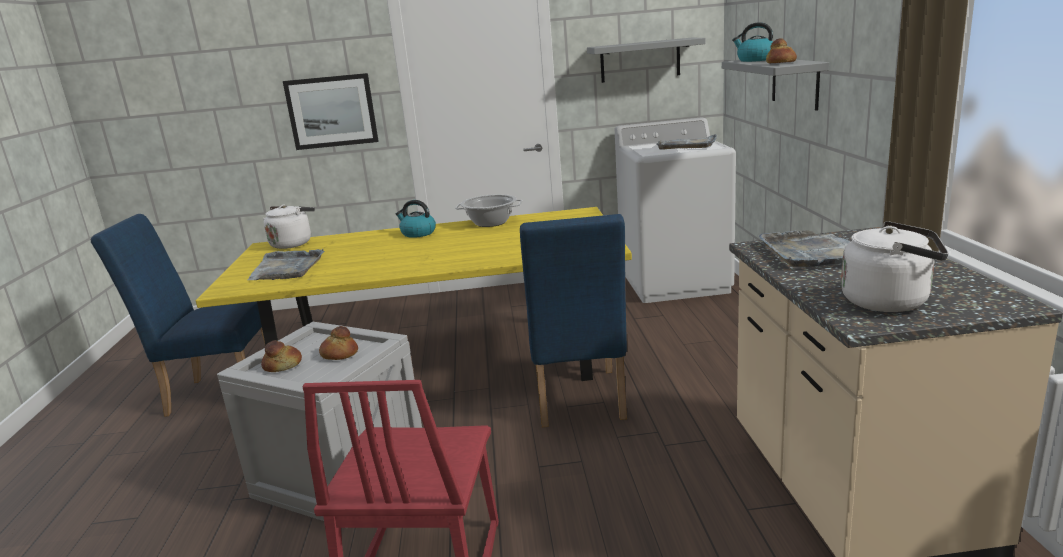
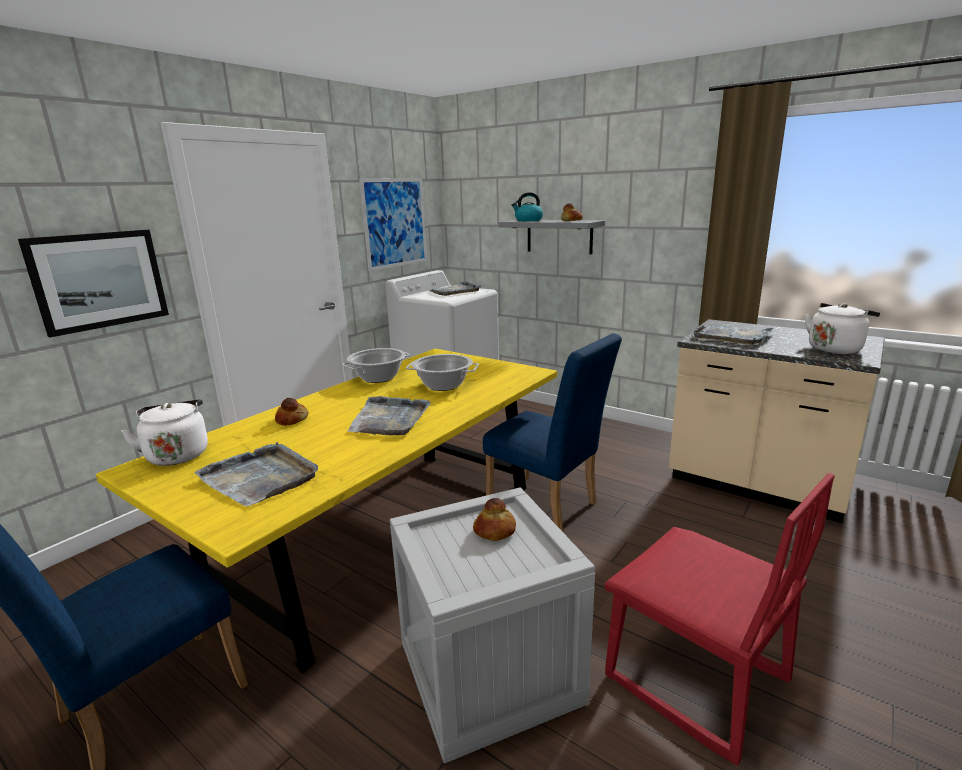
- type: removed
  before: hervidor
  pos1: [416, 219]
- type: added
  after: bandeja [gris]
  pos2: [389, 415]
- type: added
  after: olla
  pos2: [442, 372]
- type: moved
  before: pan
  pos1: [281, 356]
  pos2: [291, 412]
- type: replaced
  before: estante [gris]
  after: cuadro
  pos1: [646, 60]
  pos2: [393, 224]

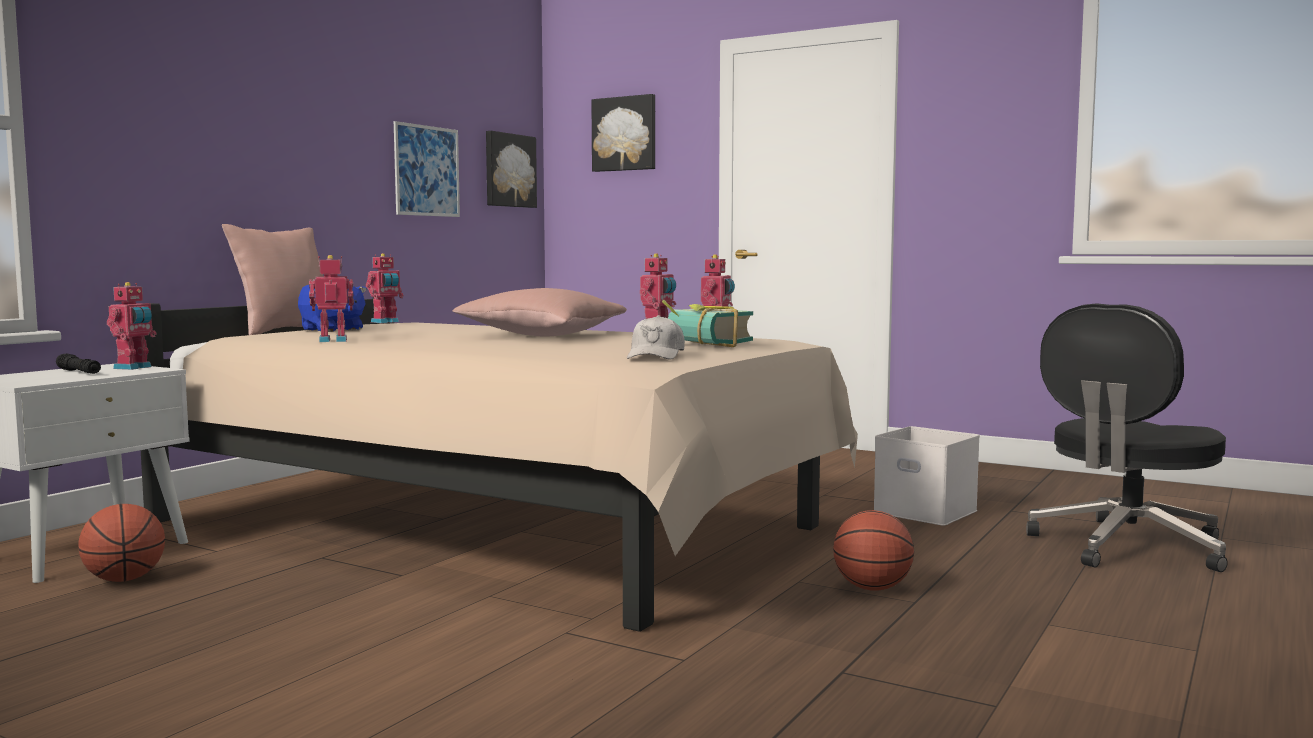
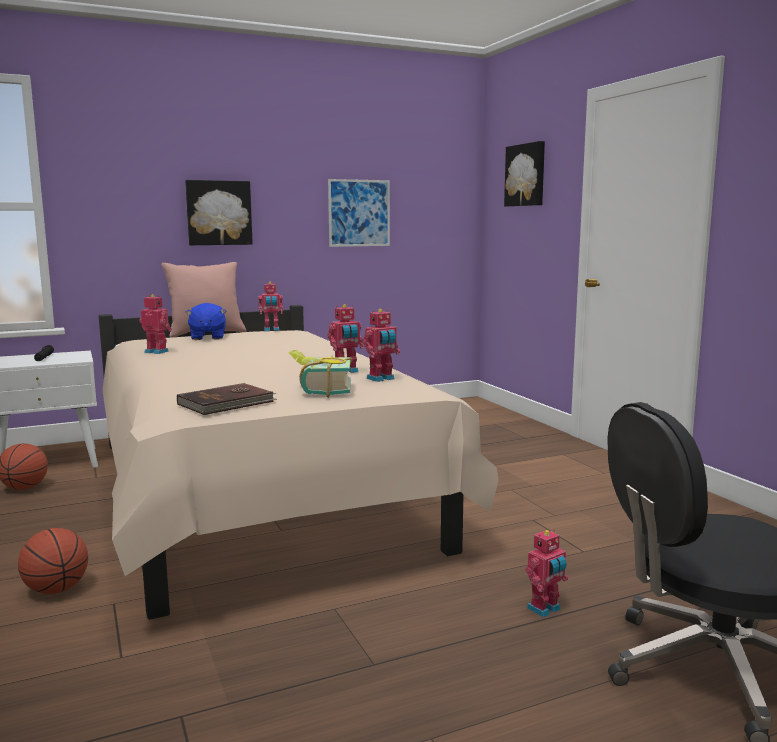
- type: removed
  before: cojín [rosa]
  pos1: [539, 312]
- type: removed
  before: caja de almacenaje [blanco]
  pos1: [927, 476]
- type: moved
  before: robot de juguete
  pos1: [132, 326]
  pos2: [547, 573]
- type: moved
  before: cuadro
  pos1: [511, 169]
  pos2: [219, 212]
- type: moved
  before: balón de baloncesto
  pos1: [873, 550]
  pos2: [53, 561]
- type: replaced
  before: gorra [blanco]
  after: libro [marrón]
  pos1: [656, 337]
  pos2: [227, 399]

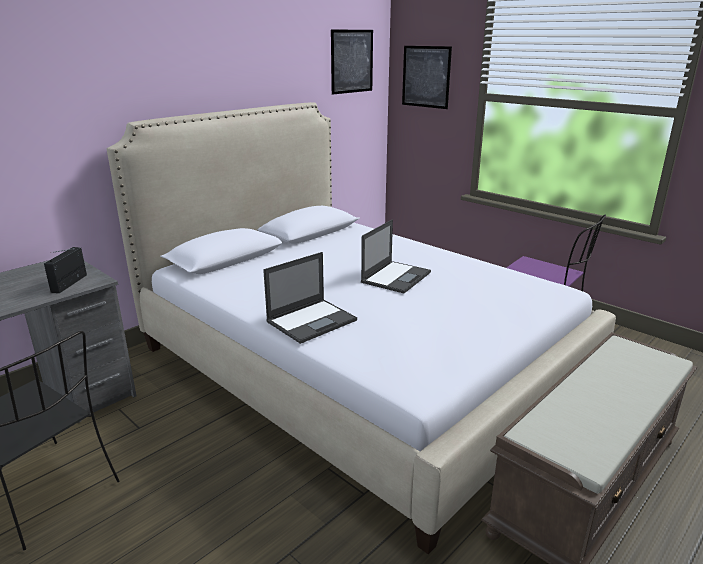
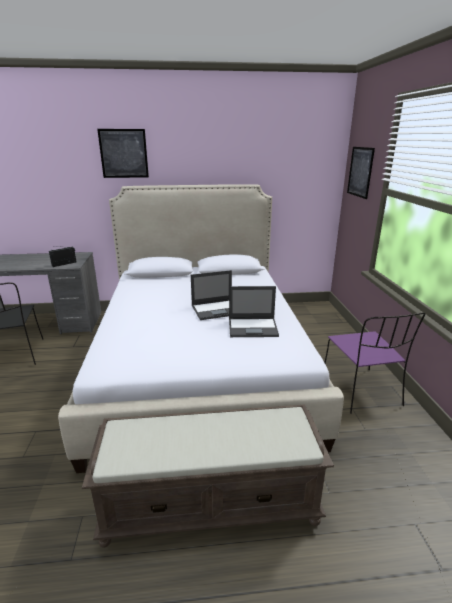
- type: moved
  before: portátil
  pos1: [310, 298]
  pos2: [254, 311]
- type: moved
  before: cuadro
  pos1: [352, 62]
  pos2: [123, 153]

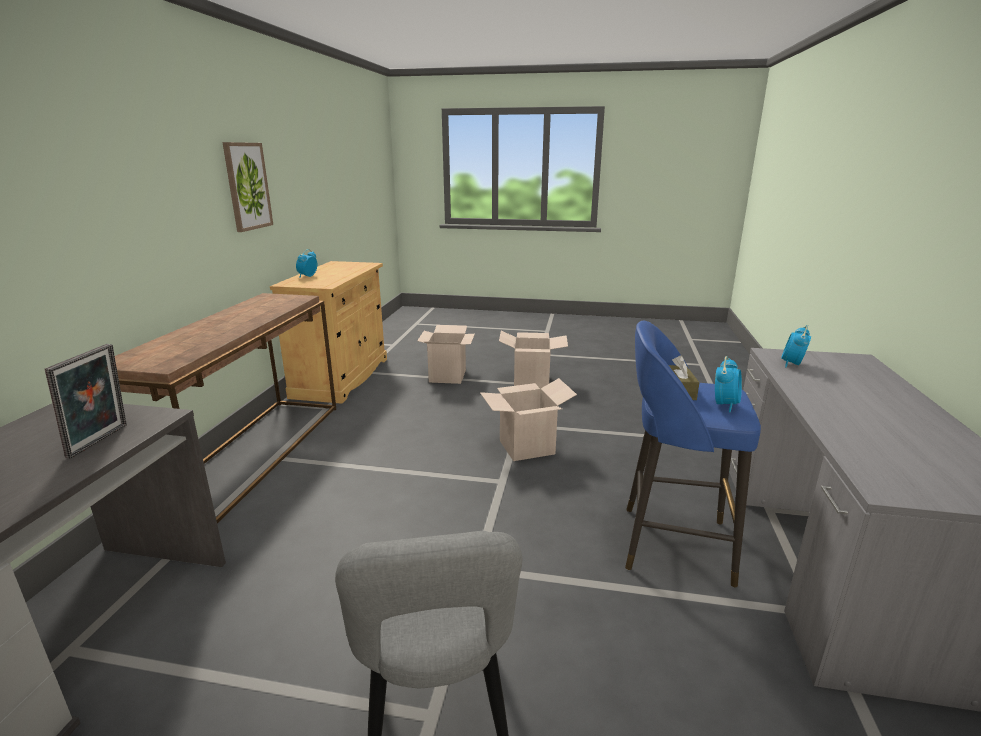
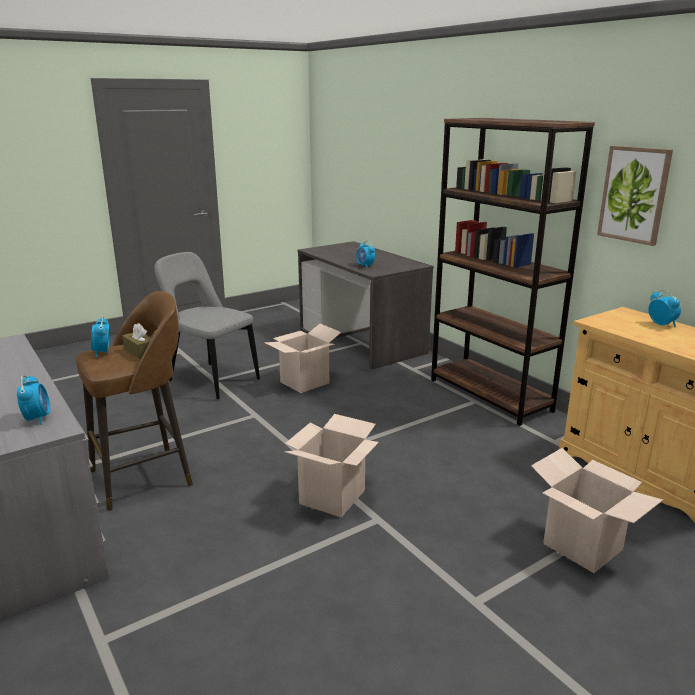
- type: moved
  before: caja de cartón
  pos1: [533, 360]
  pos2: [302, 358]
- type: replaced
  before: portarretratos
  after: despertador
  pos1: [86, 401]
  pos2: [365, 254]
- type: replaced
  before: mesa consola [marrón]
  after: estantería [marrón]
  pos1: [225, 408]
  pos2: [513, 272]
- type: recoloured
  before: taburete [azul]
  after: taburete [marrón]
  pos1: [693, 454]
  pos2: [134, 401]

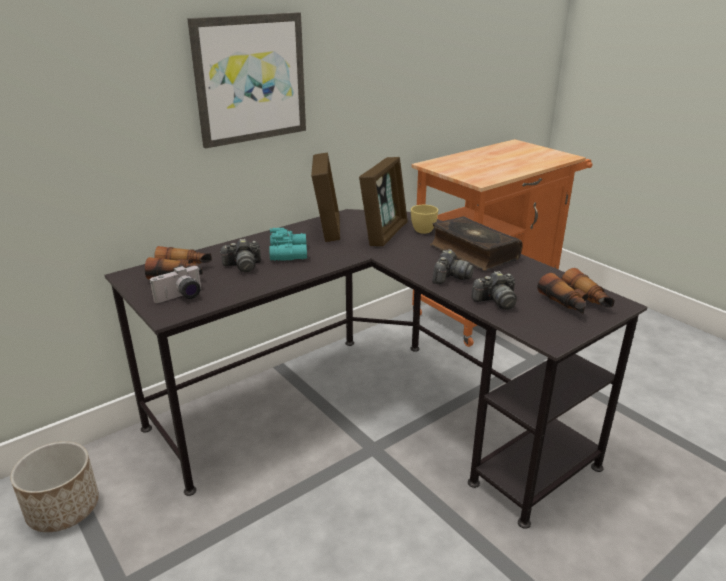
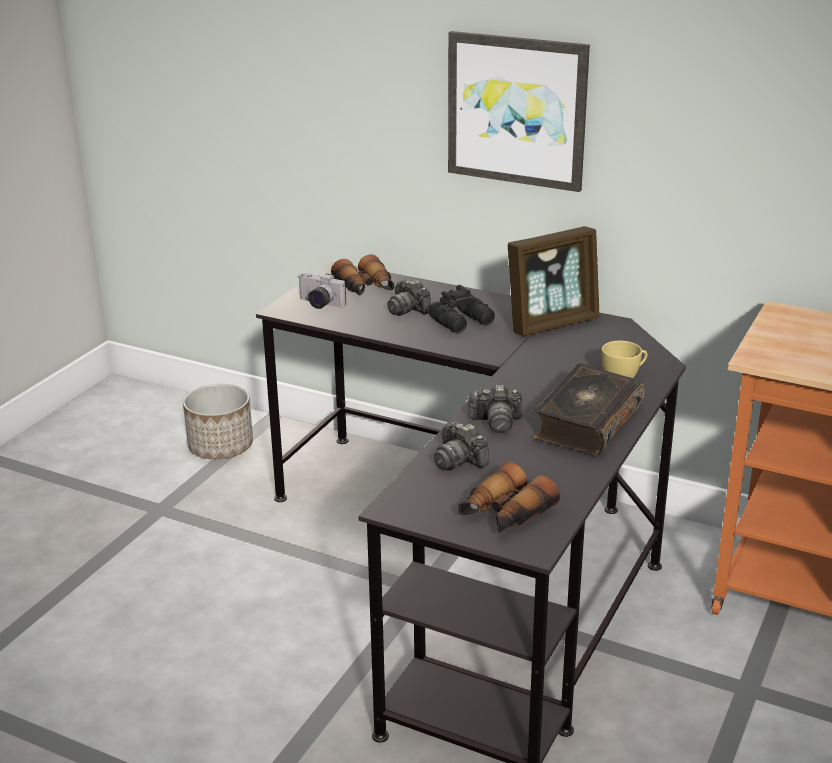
- type: removed
  before: portarretratos
  pos1: [383, 201]
- type: recoloured
  before: prismáticos [turquesa]
  after: prismáticos [negro]
  pos1: [288, 244]
  pos2: [462, 309]

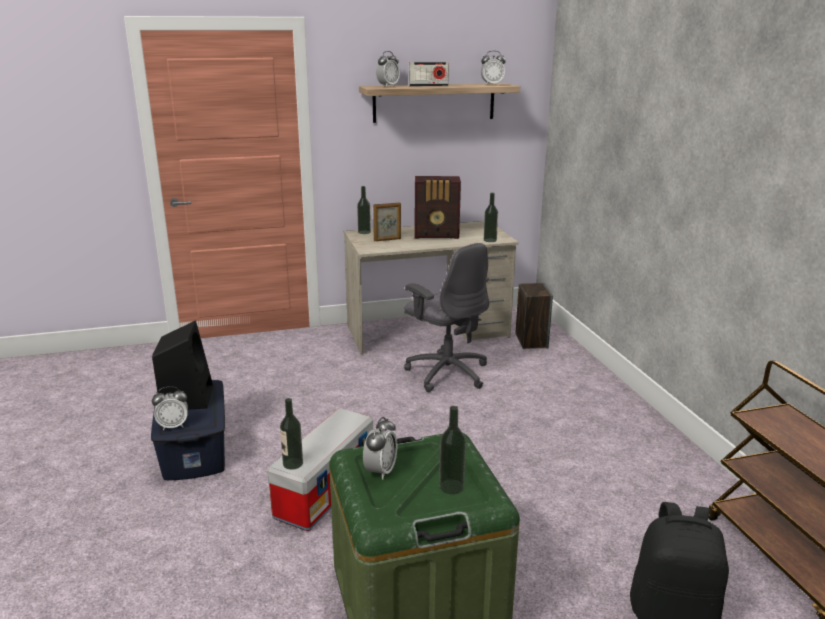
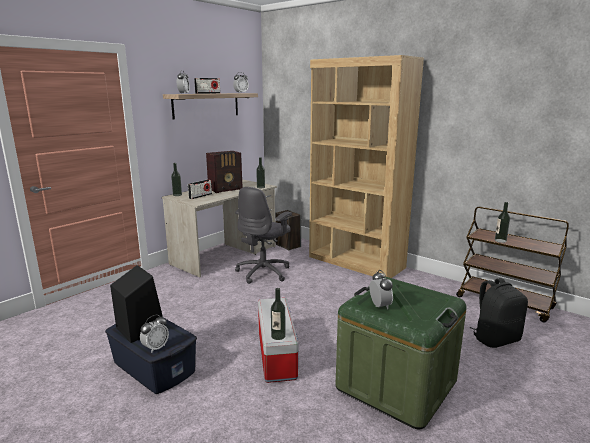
- type: added
  after: estantería [marrón]
  pos2: [366, 166]
- type: moved
  before: botella
  pos1: [452, 450]
  pos2: [502, 222]
- type: replaced
  before: portarretratos
  after: radio
  pos1: [387, 222]
  pos2: [200, 189]
- type: turned
  before: silla de oficina [gris]
  pos1: [446, 317]
  pos2: [263, 235]
  turn: 105

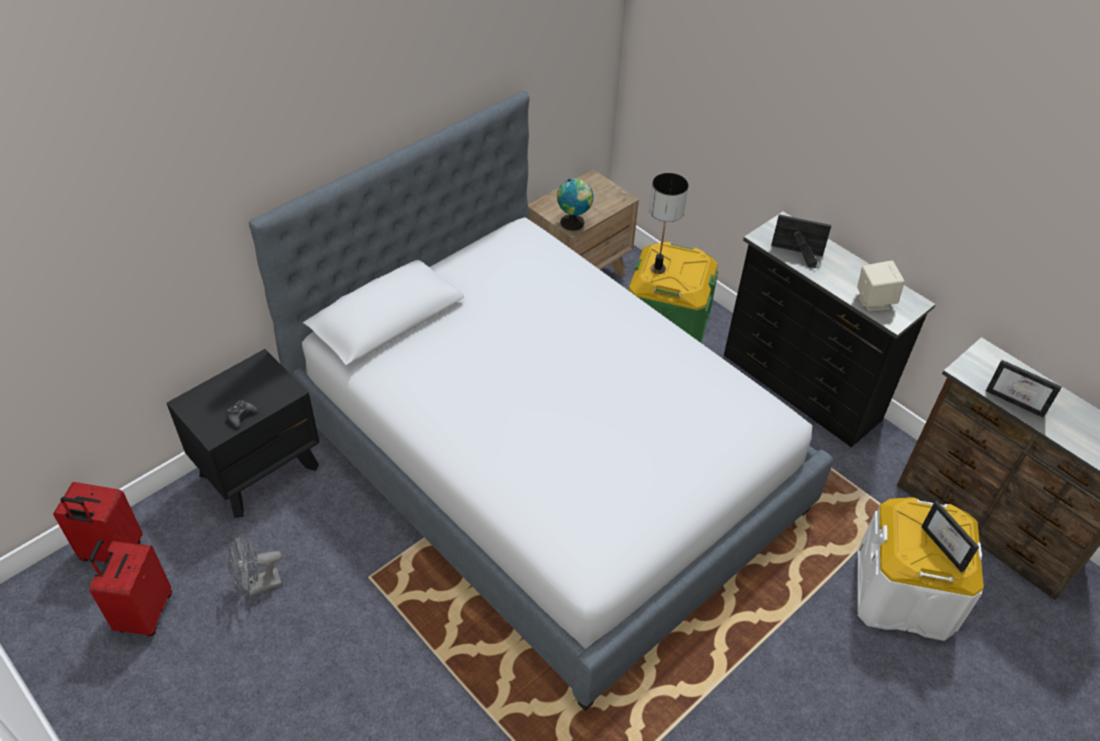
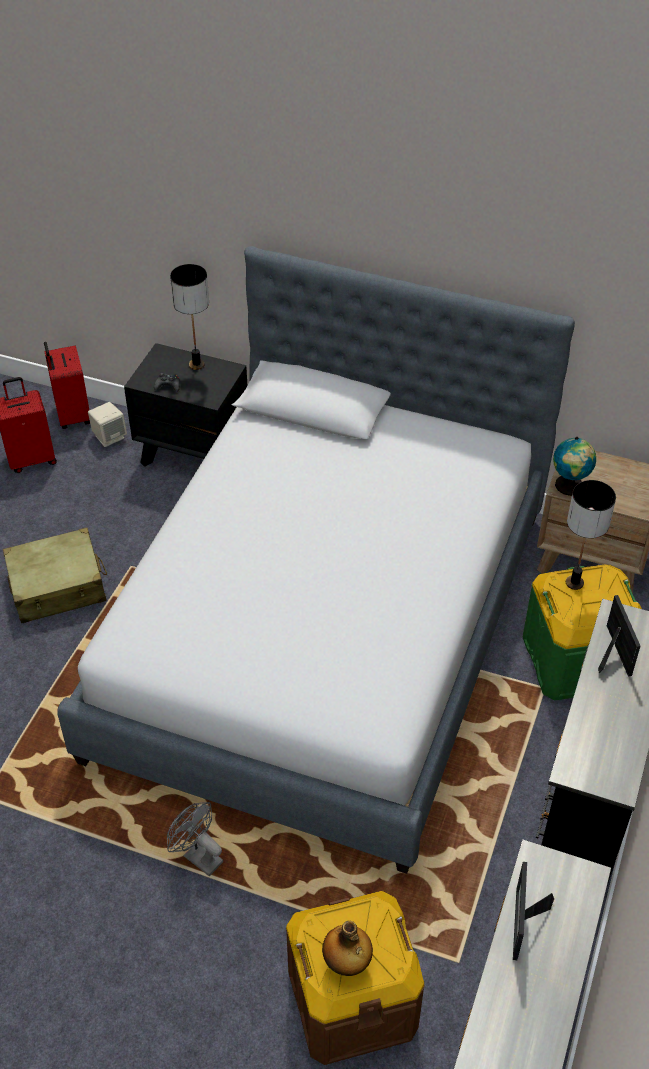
- type: added
  after: maleta [beis]
  pos2: [55, 575]
- type: added
  after: lámpara de mesa
  pos2: [189, 317]
- type: moved
  before: ventilador [gris]
  pos1: [254, 565]
  pos2: [195, 839]
- type: moved
  before: altavoz [beis]
  pos1: [881, 286]
  pos2: [107, 424]
- type: replaced
  before: portarretratos
  after: botella
  pos1: [950, 537]
  pos2: [347, 948]
- type: recoloured
  before: caja de almacenaje [blanco]
  after: caja de almacenaje [marrón]
  pos1: [920, 569]
  pos2: [355, 978]

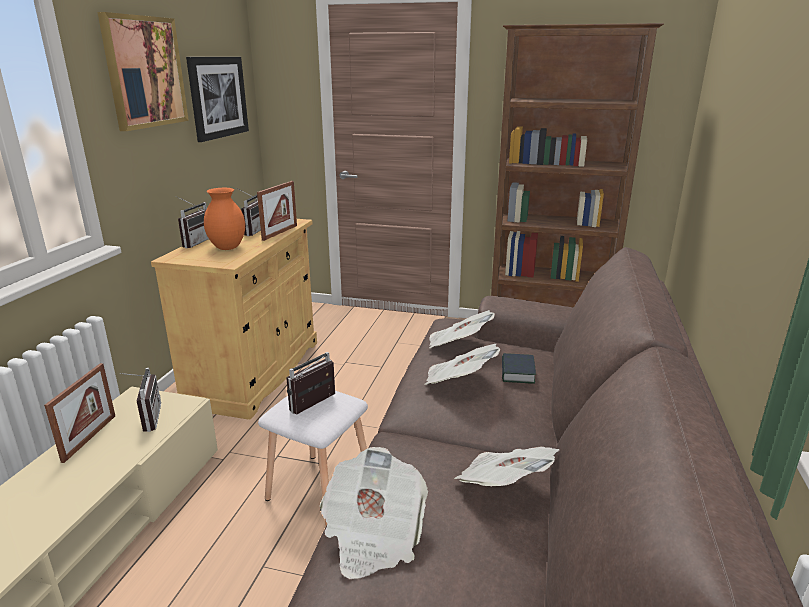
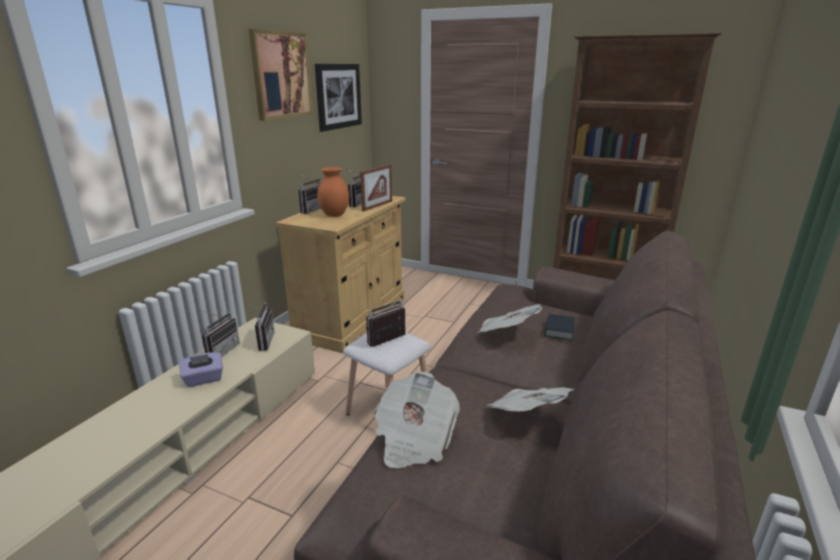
- type: removed
  before: periódico
  pos1: [462, 329]
- type: added
  after: caja de pañuelos [morado]
  pos2: [201, 369]
- type: replaced
  before: portarretratos
  after: radio
  pos1: [79, 413]
  pos2: [221, 334]

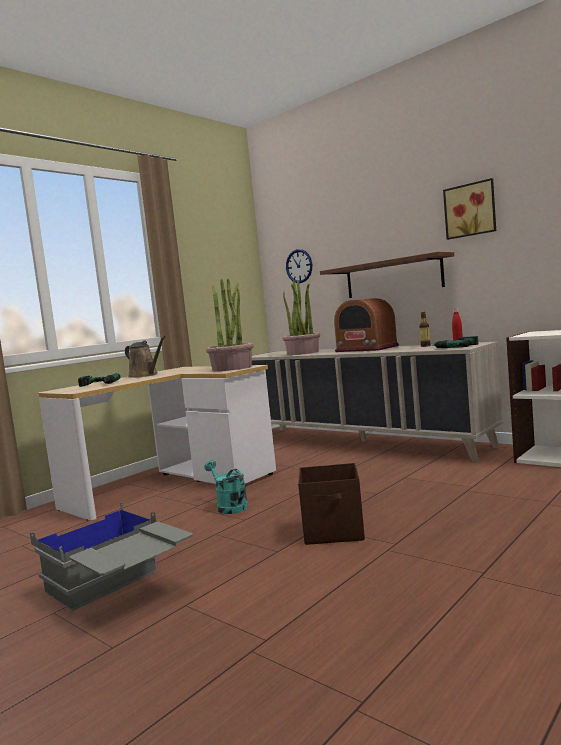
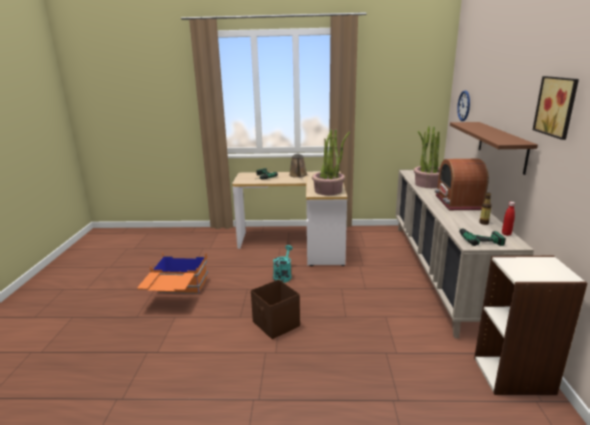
- type: recoloured
  before: caja de almacenaje [gris]
  after: caja de almacenaje [naranja]
  pos1: [111, 556]
  pos2: [172, 273]

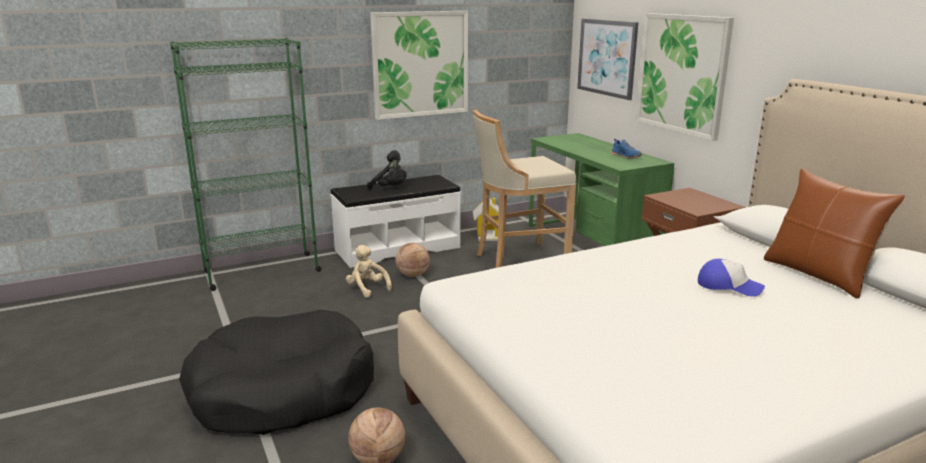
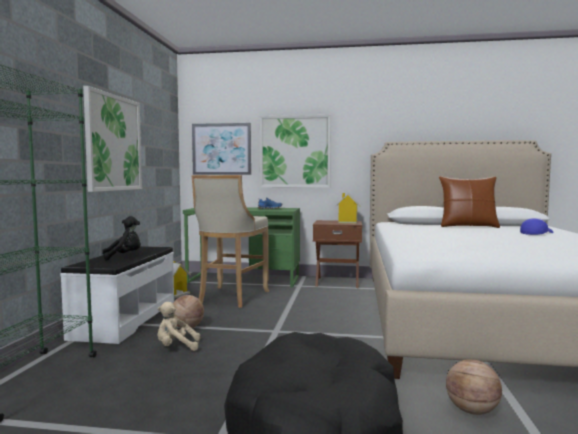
- type: added
  after: casita
  pos2: [348, 208]
- type: moved
  before: gorra
  pos1: [731, 278]
  pos2: [537, 226]

